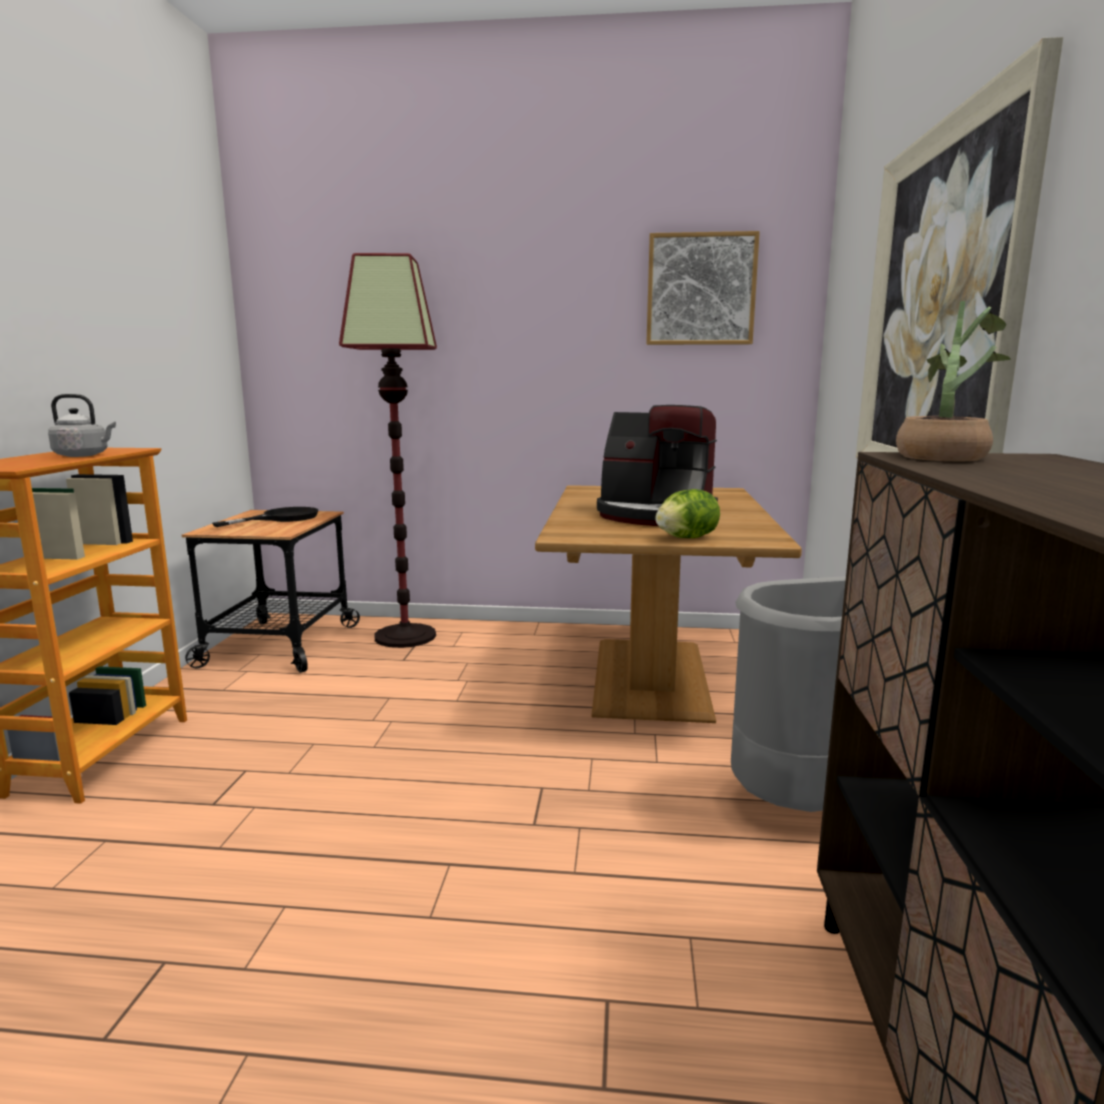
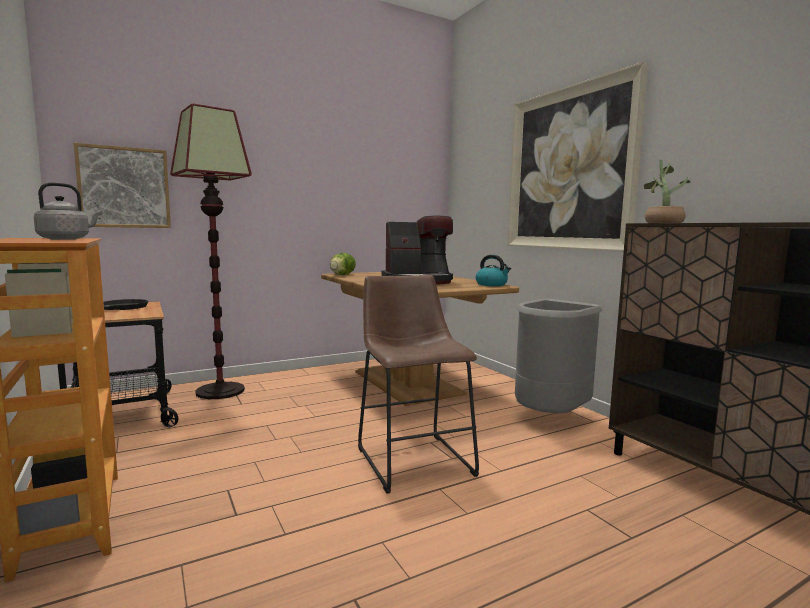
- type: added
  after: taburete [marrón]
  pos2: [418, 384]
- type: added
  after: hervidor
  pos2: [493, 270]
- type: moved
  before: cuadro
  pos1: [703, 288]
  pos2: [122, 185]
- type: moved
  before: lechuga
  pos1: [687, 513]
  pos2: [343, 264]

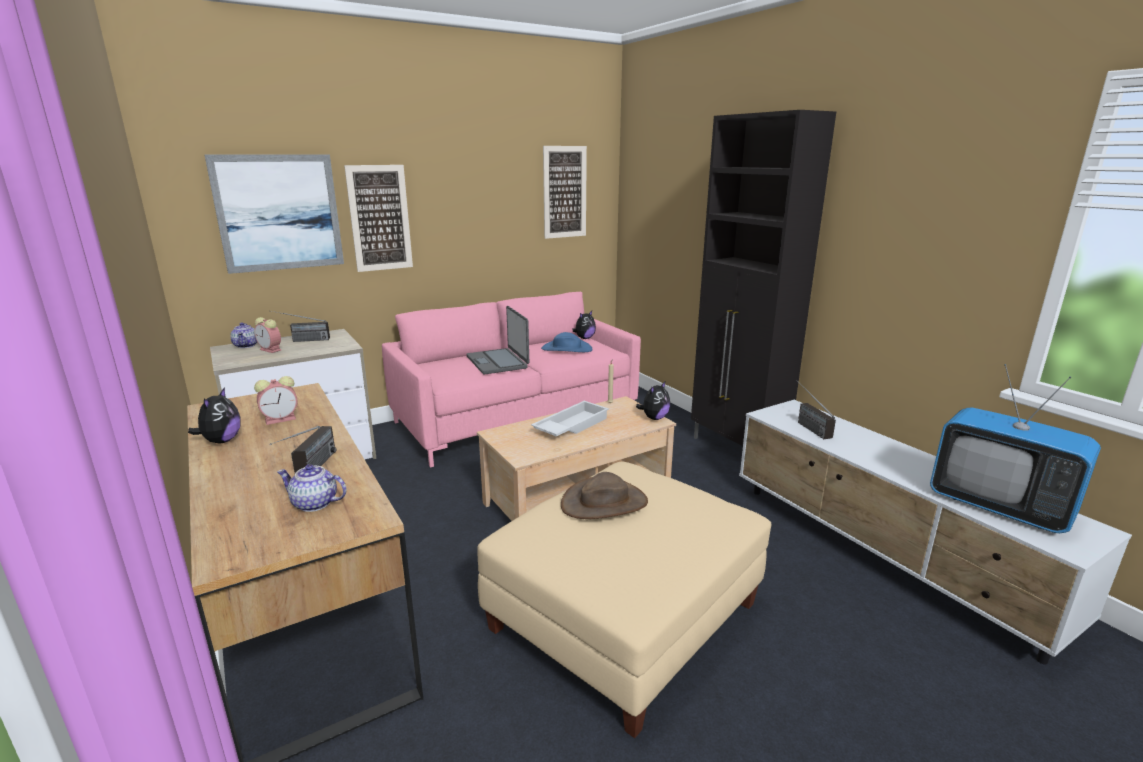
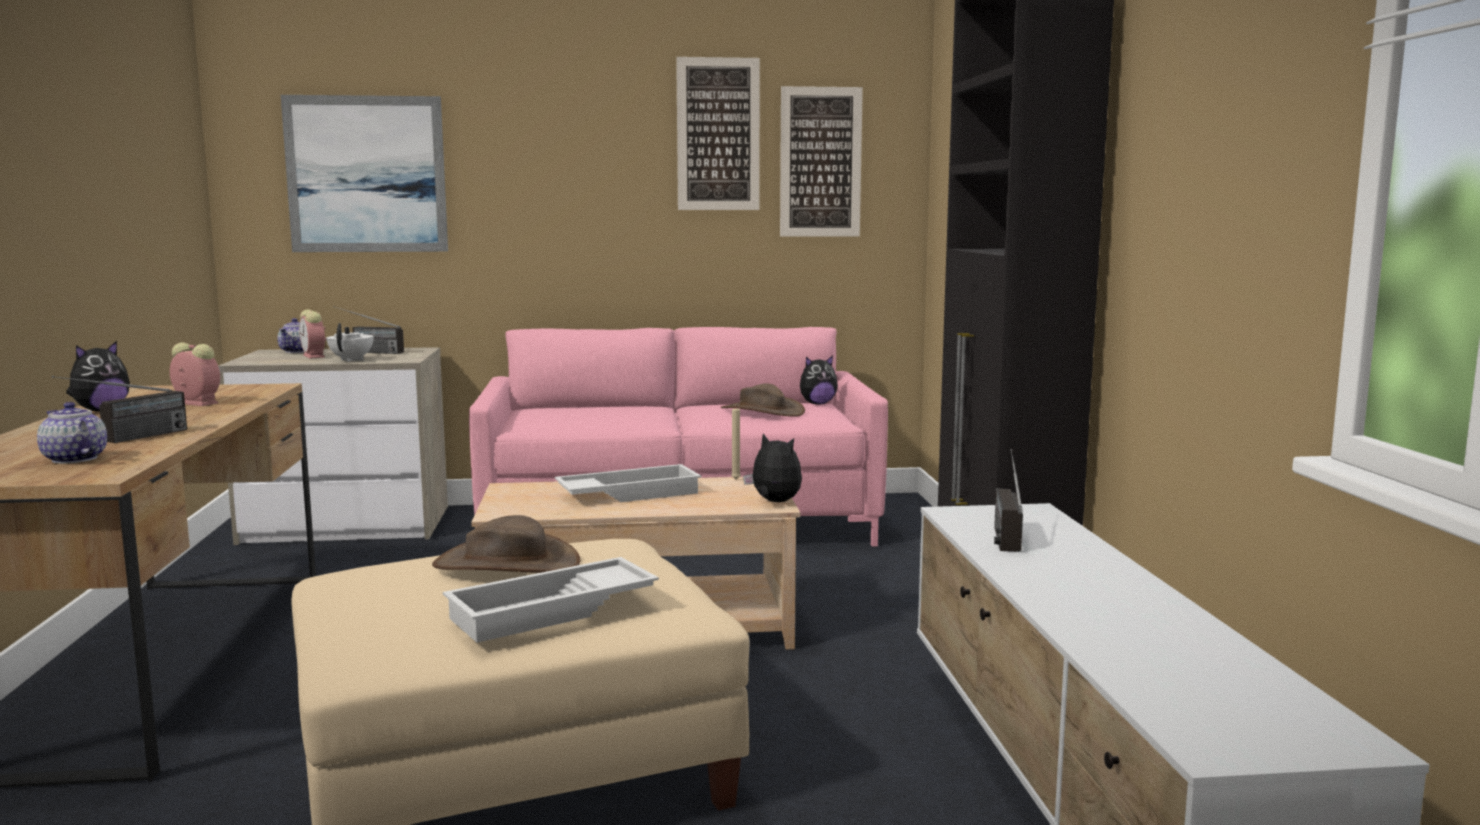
- type: removed
  before: portátil
  pos1: [498, 340]
- type: removed
  before: televisor
  pos1: [1015, 448]
- type: added
  after: tetera [blanco]
  pos2: [350, 342]
- type: added
  after: bandeja [blanco]
  pos2: [551, 600]
- type: moved
  before: cuadro
  pos1: [378, 218]
  pos2: [718, 133]
- type: recoloured
  before: sombrero [azul]
  after: sombrero [marrón]
  pos1: [567, 342]
  pos2: [763, 400]
- type: turned
  before: despertador
  pos1: [276, 400]
  pos2: [195, 374]
  turn: -150
- type: turned
  before: peluche
  pos1: [653, 401]
  pos2: [772, 467]
  turn: -120

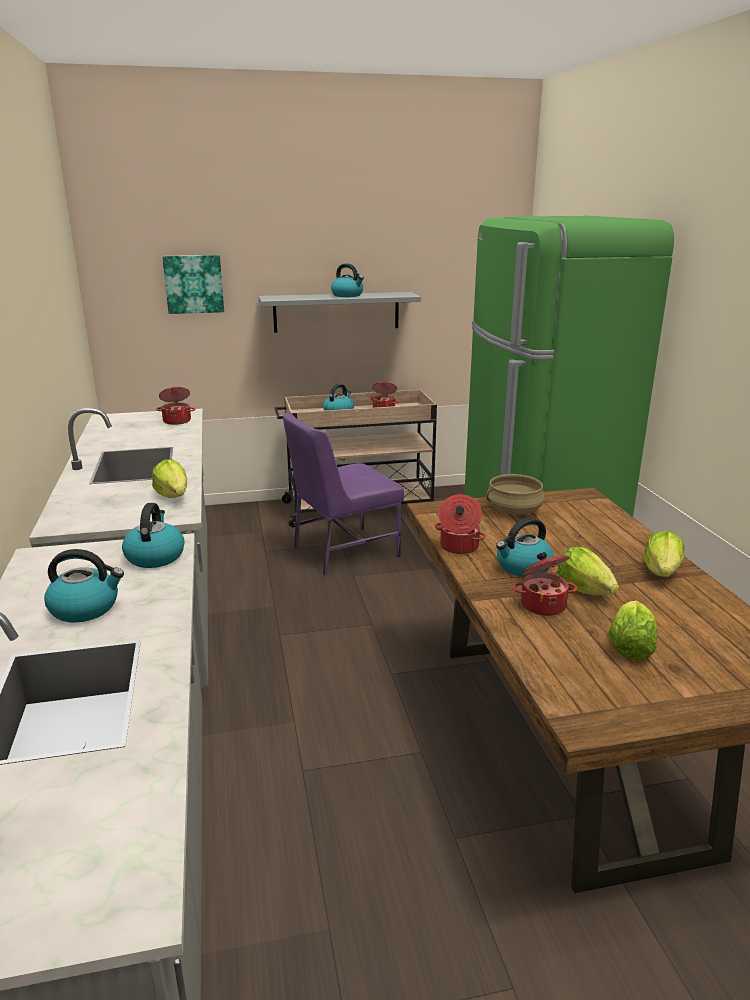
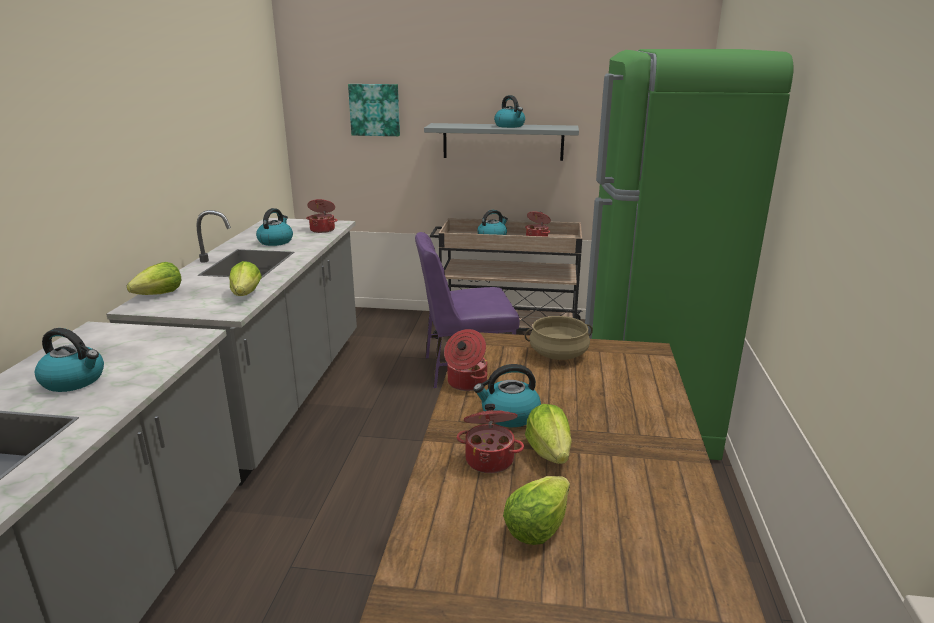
- type: moved
  before: hervidor
  pos1: [153, 535]
  pos2: [274, 227]
- type: moved
  before: lechuga
  pos1: [664, 554]
  pos2: [154, 278]

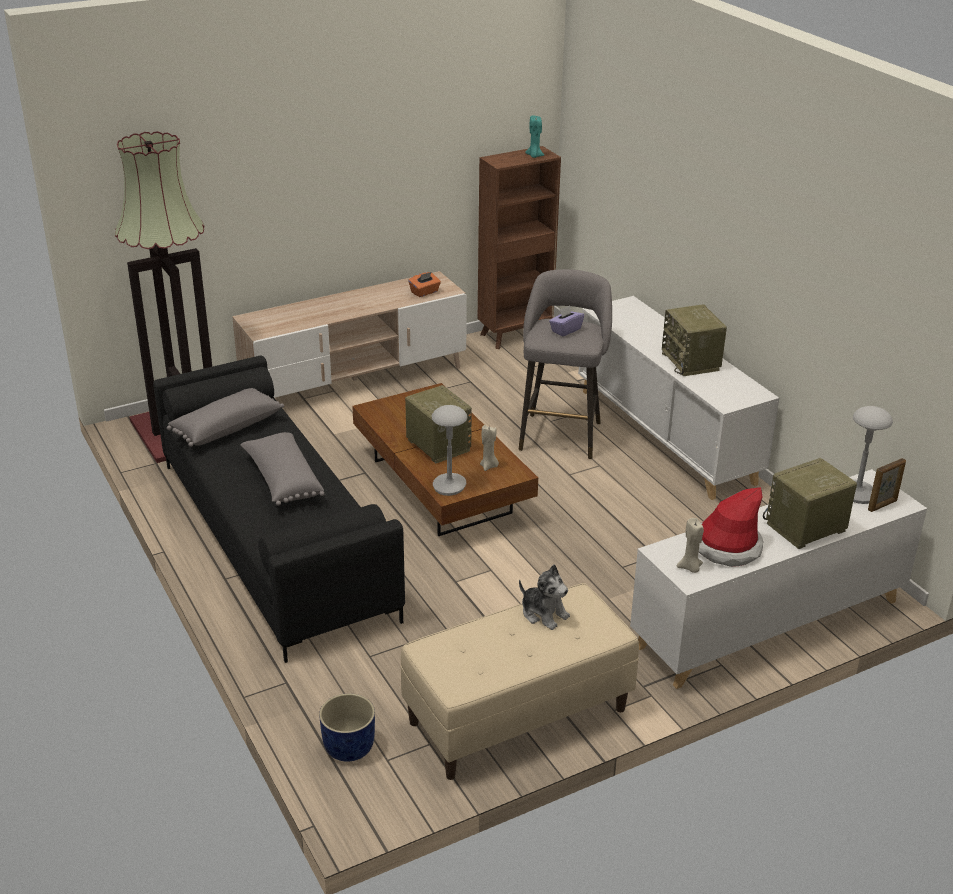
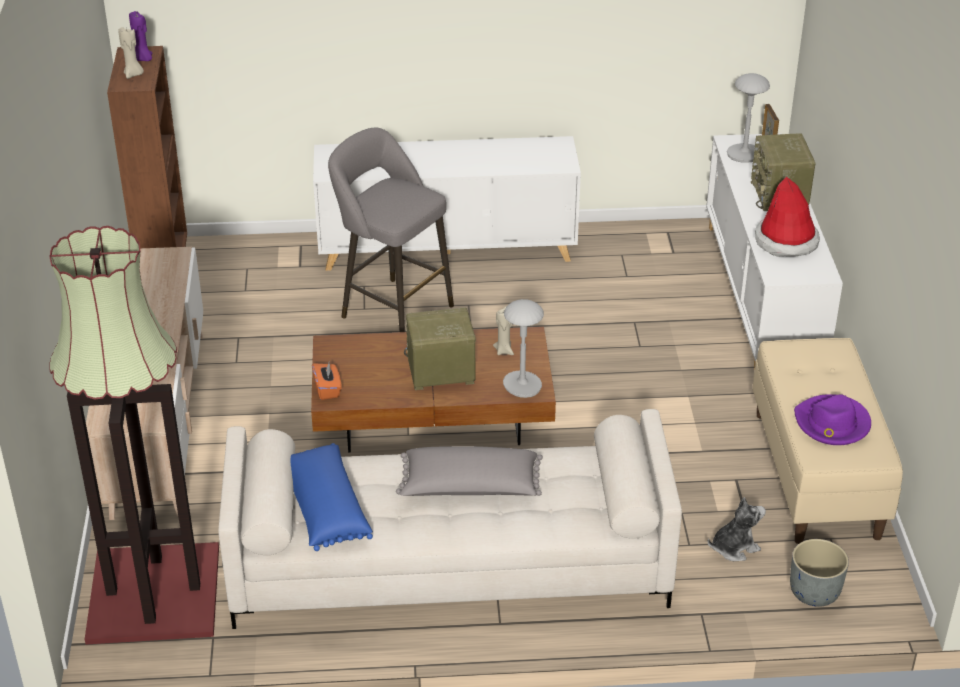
- type: removed
  before: caja de pañuelos [morado]
  pos1: [566, 321]
- type: removed
  before: radio
  pos1: [694, 340]
- type: added
  after: sombrero [morado]
  pos2: [832, 419]
- type: moved
  before: caja de pañuelos [naranja]
  pos1: [424, 284]
  pos2: [327, 381]
- type: moved
  before: peluche
  pos1: [544, 597]
  pos2: [737, 529]
- type: moved
  before: vela [beis]
  pos1: [690, 545]
  pos2: [131, 53]
- type: recoloured
  before: sofá [negro]
  after: sofá [blanco]
  pos1: [279, 509]
  pos2: [450, 519]
- type: recoloured
  before: cojín [gris]
  after: cojín [azul]
  pos1: [225, 417]
  pos2: [331, 497]
- type: recoloured
  before: maceta [azul]
  after: maceta [gris]
  pos1: [347, 727]
  pos2: [819, 573]
- type: recoloured
  before: vela [turquesa]
  after: vela [morado]
  pos1: [534, 136]
  pos2: [140, 36]

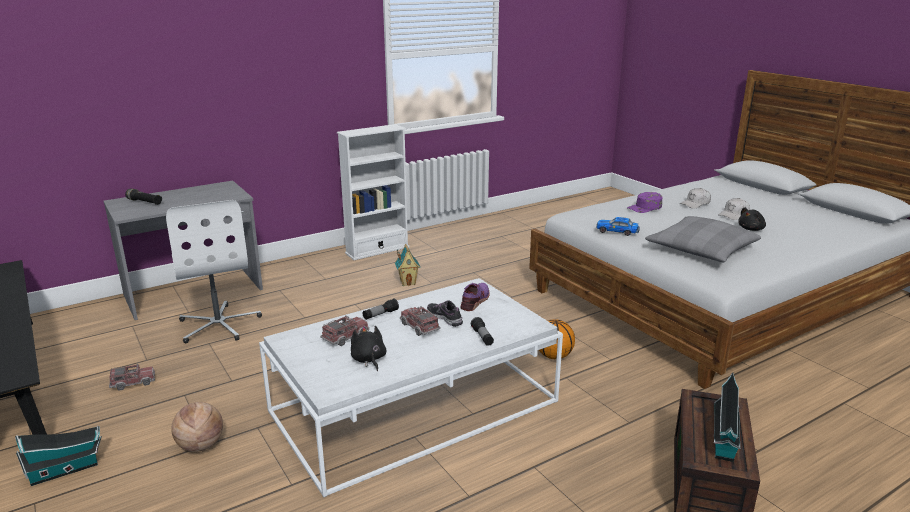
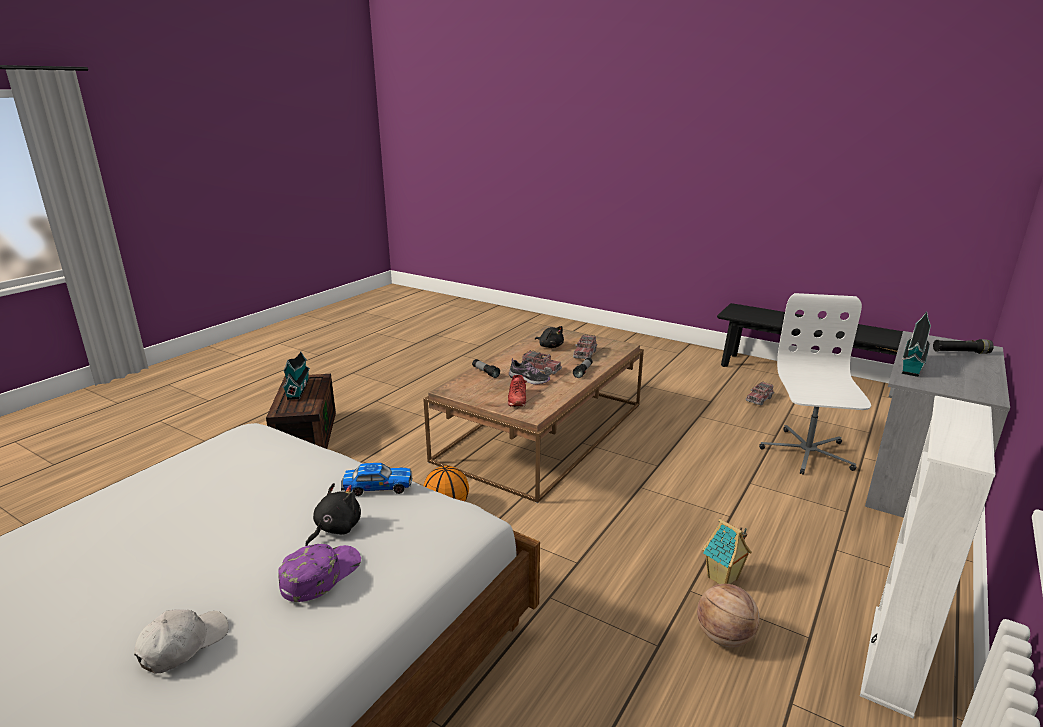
- type: removed
  before: cojín [gris]
  pos1: [703, 239]
- type: removed
  before: gorra [blanco]
  pos1: [734, 209]
- type: moved
  before: casita
  pos1: [58, 456]
  pos2: [916, 344]
- type: moved
  before: balón de baloncesto
  pos1: [197, 427]
  pos2: [728, 616]
- type: moved
  before: peluche [negro]
  pos1: [752, 219]
  pos2: [333, 514]
- type: recoloured
  before: mesa de centro [blanco]
  after: mesa de centro [marrón]
  pos1: [411, 387]
  pos2: [533, 414]
- type: recoloured
  before: zapato [morado]
  after: zapato [rojo]
  pos1: [474, 297]
  pos2: [517, 391]
- type: turned
  before: silla de oficina [blanco]
  pos1: [214, 271]
  pos2: [815, 384]
  turn: 60

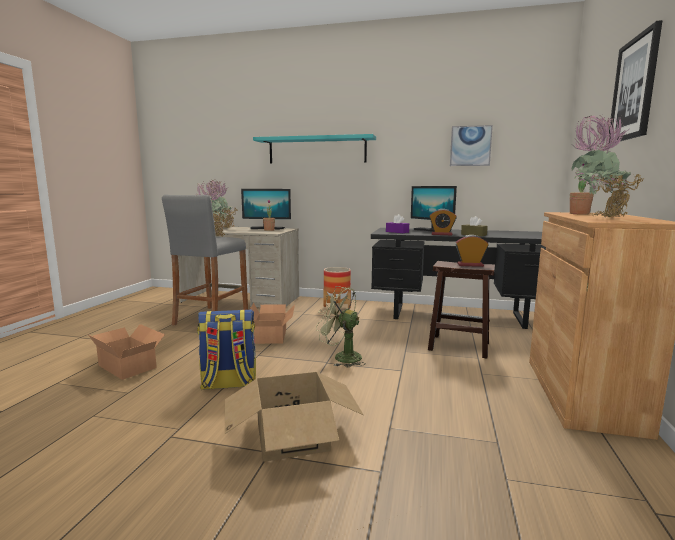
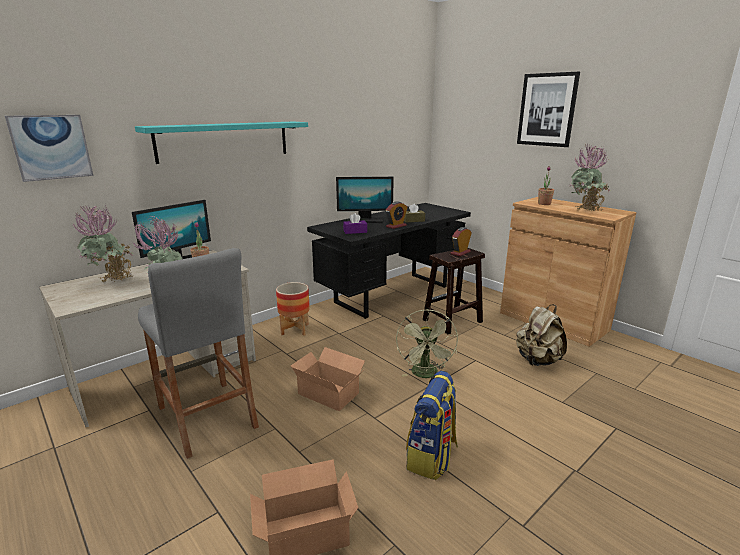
- type: removed
  before: caja de cartón
  pos1: [294, 417]
- type: added
  after: mochila [beis]
  pos2: [541, 335]
- type: moved
  before: cuadro
  pos1: [471, 145]
  pos2: [49, 148]
- type: turned
  before: ventilador [verde]
  pos1: [340, 327]
  pos2: [427, 344]
  turn: -60

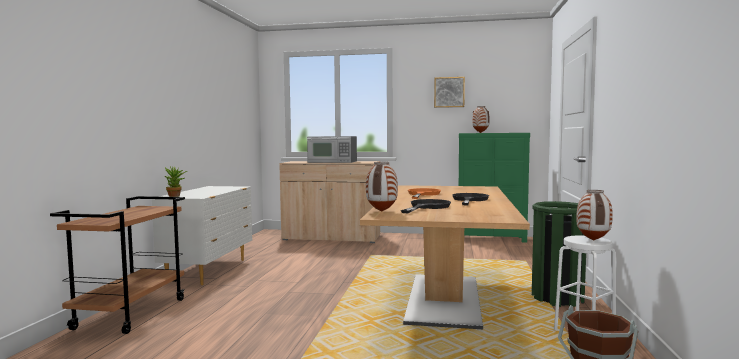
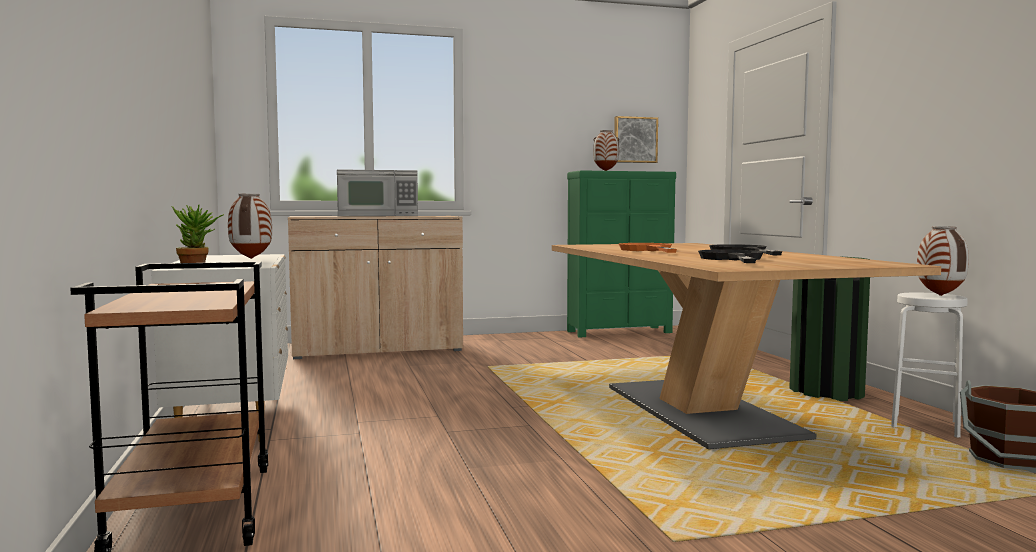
- type: moved
  before: florero
  pos1: [382, 187]
  pos2: [250, 226]
- type: moved
  before: cuadro
  pos1: [449, 92]
  pos2: [636, 139]

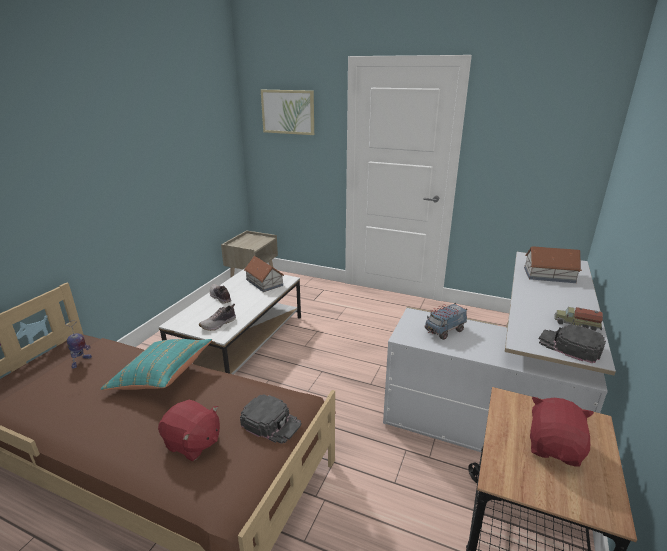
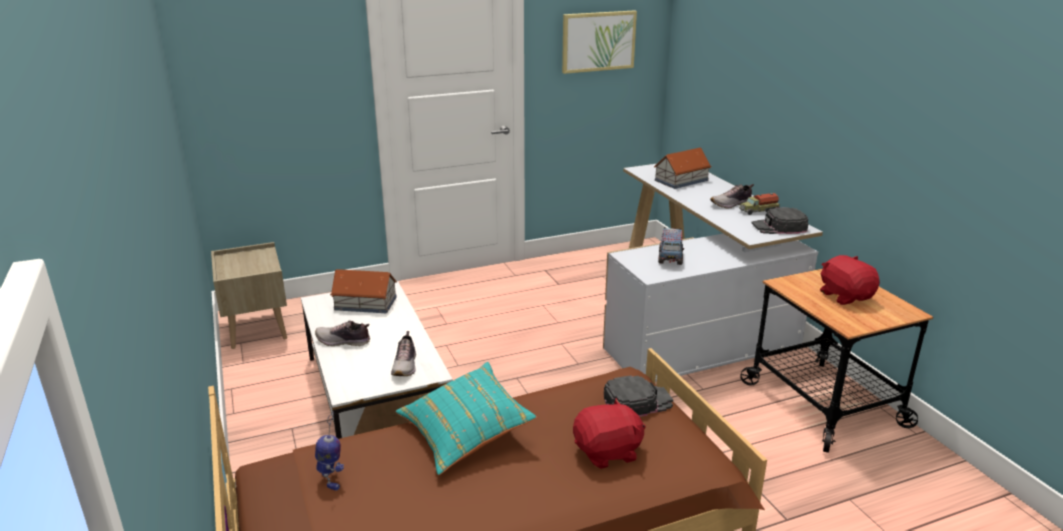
- type: added
  after: zapato
  pos2: [732, 196]
- type: moved
  before: cuadro
  pos1: [287, 112]
  pos2: [599, 42]

